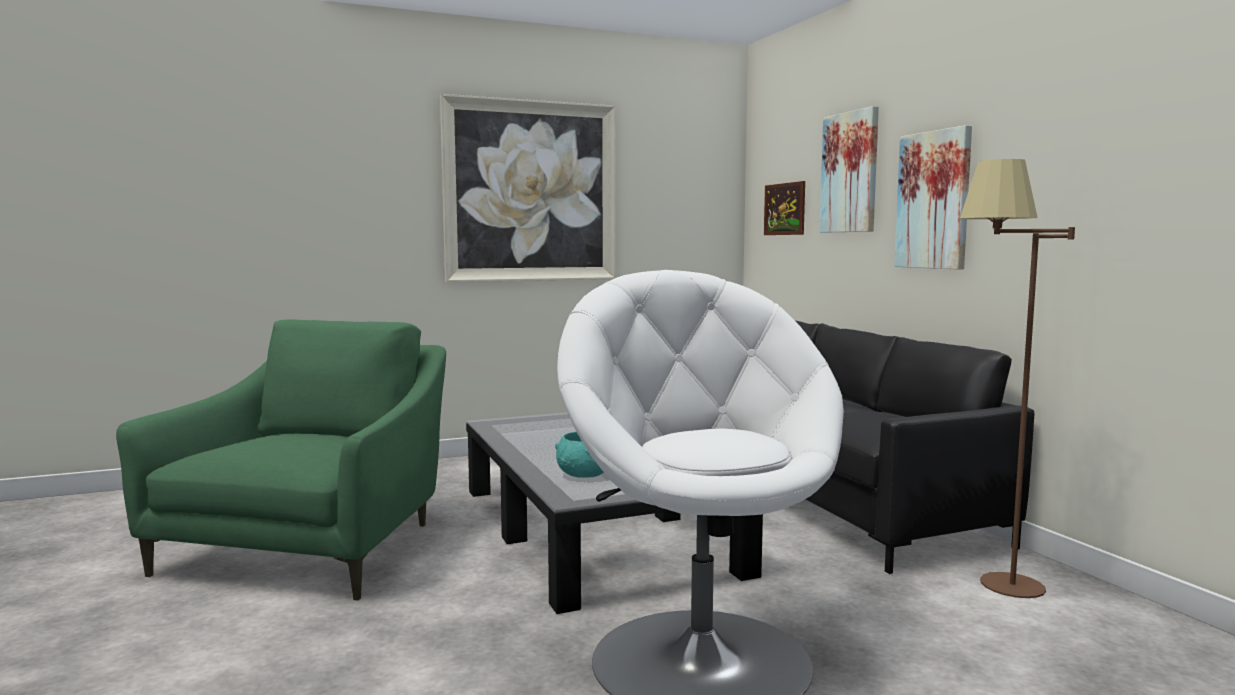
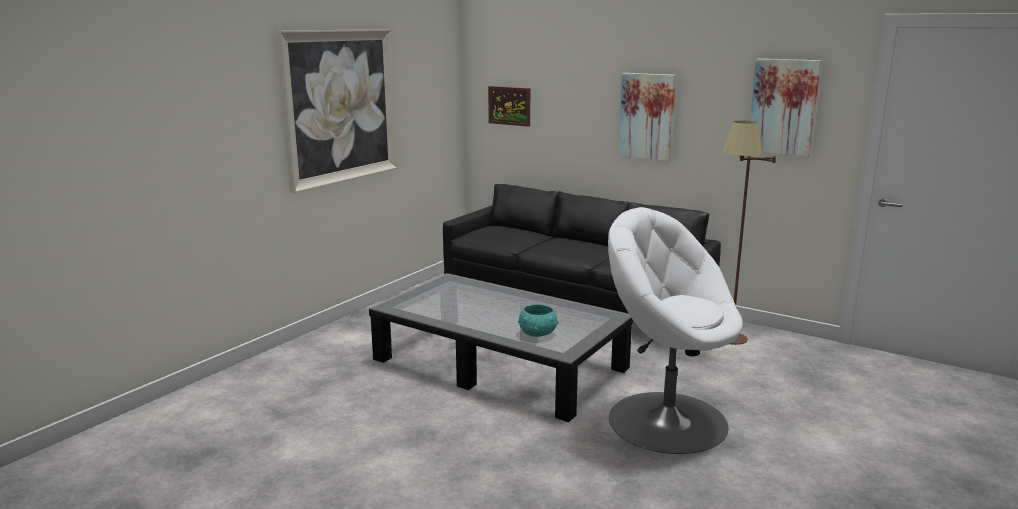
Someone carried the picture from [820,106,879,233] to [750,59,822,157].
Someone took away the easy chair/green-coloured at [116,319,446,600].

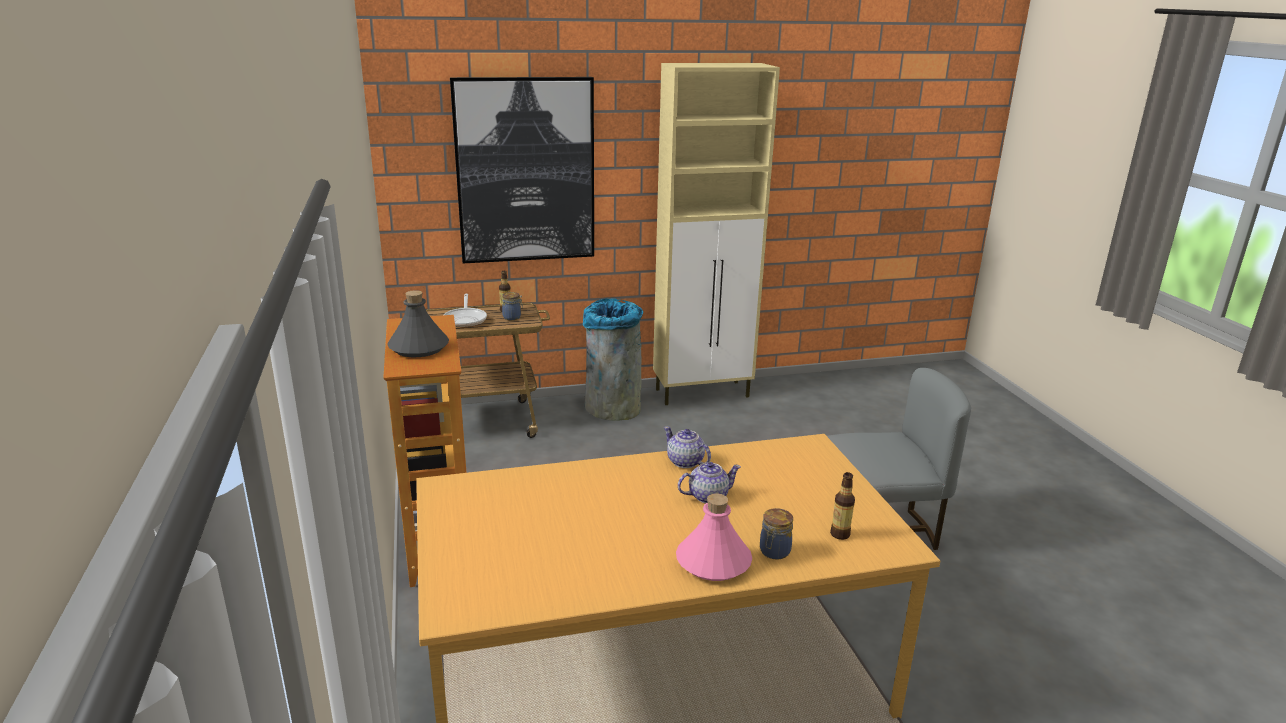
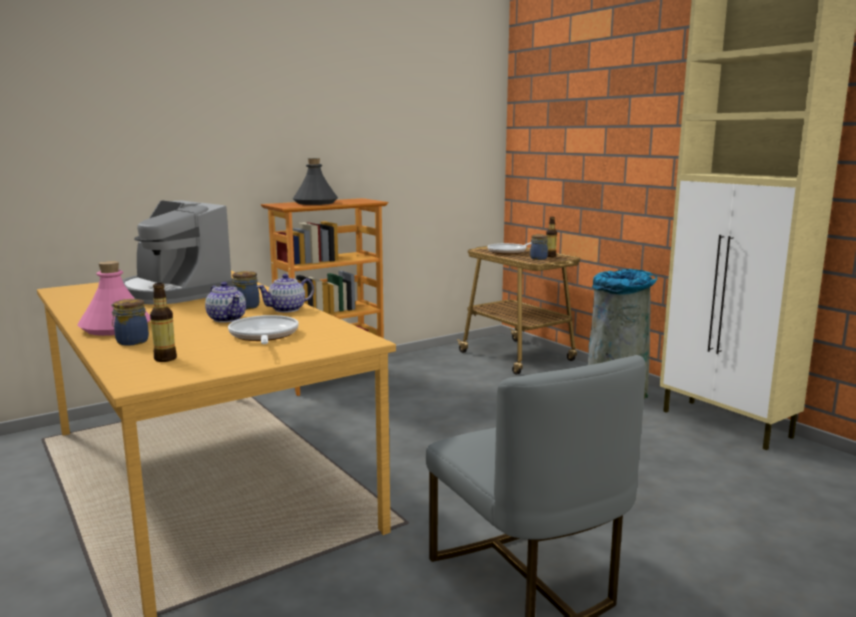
Someone took away the picture at [450,77,594,263].
Someone rotated the teapot at [663,426,711,468] by 150 degrees counterclockwise.
Someone put down the coffee maker at [122,200,234,305].
Someone put down the storage jar at [232,271,260,309].
Someone put down the skillet at [228,315,299,344].

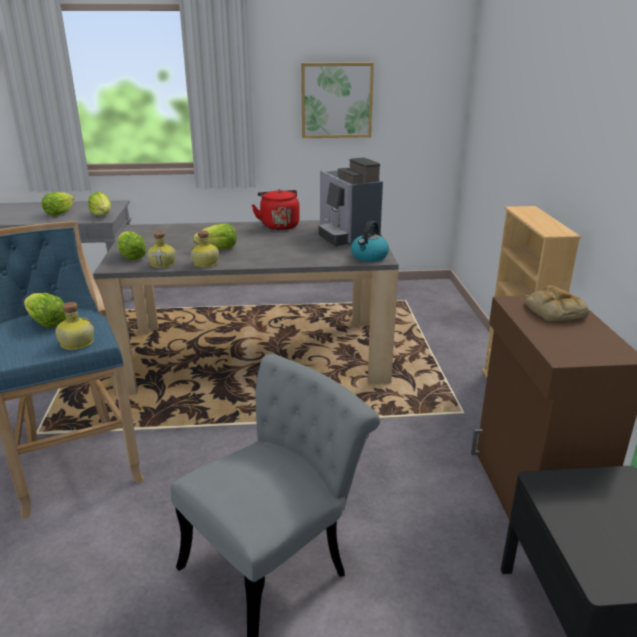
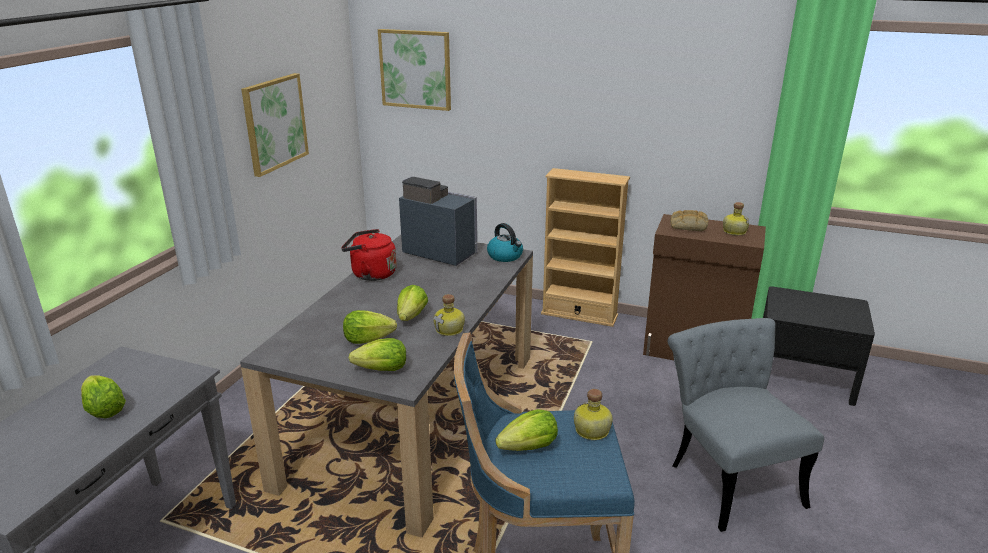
Someone rotated the coffee maker at [319,157,383,246] by 150 degrees counterclockwise.
Someone carried the head of lettuce from [88,192,111,216] to [343,310,397,344].
Someone carried the beverage bottle from [147,231,176,268] to [723,202,749,236].
Someone put up the picture at [378,29,451,111].

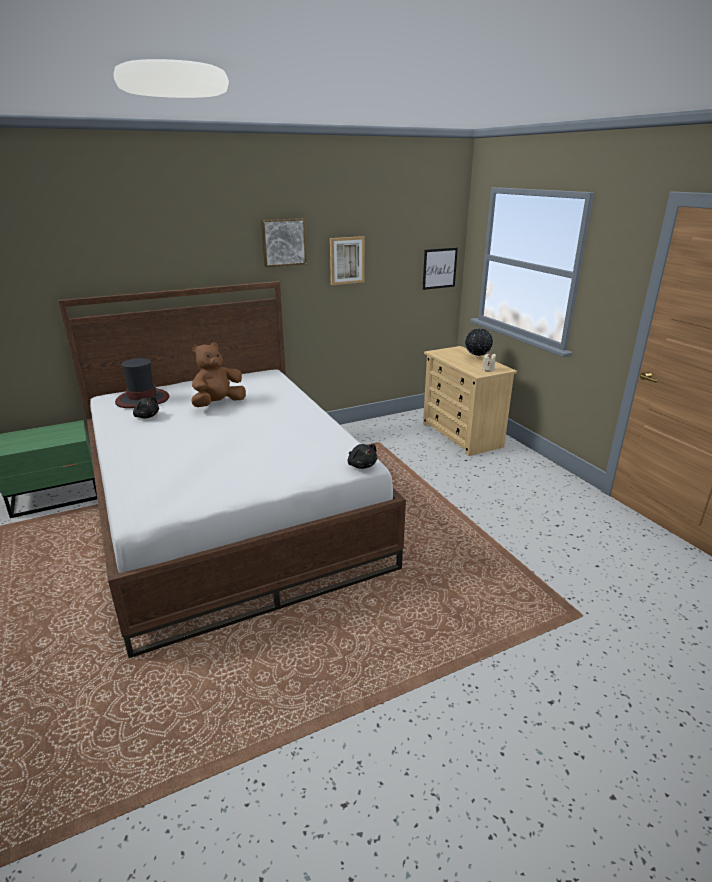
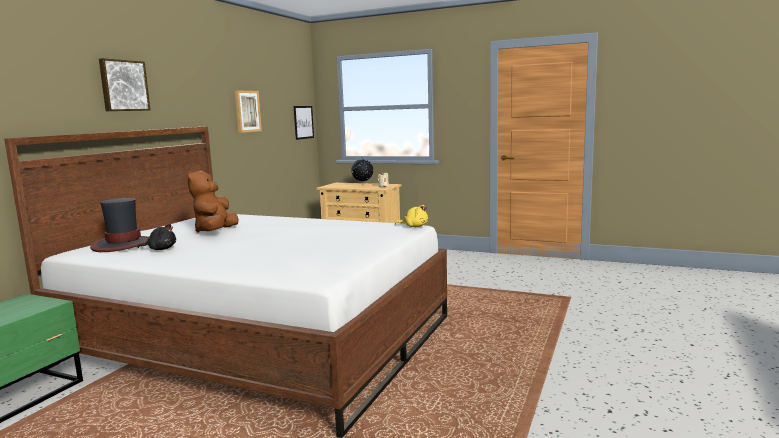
Someone carried the picture from [261,218,307,267] to [99,58,150,111].
Someone repainted the cuddly toy/black-coloured at [348,444,377,469], which became the cuddly toy/yellowish at [395,205,428,227].

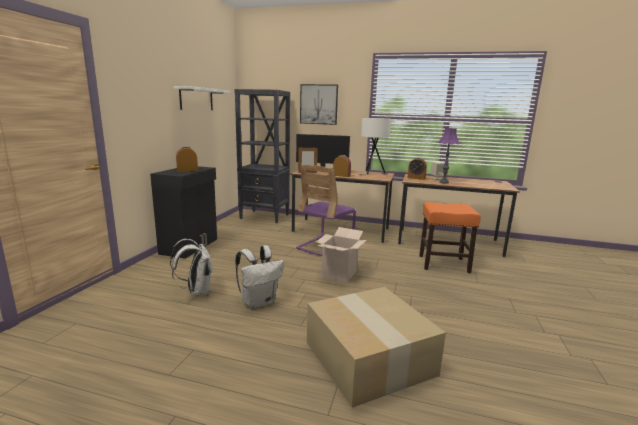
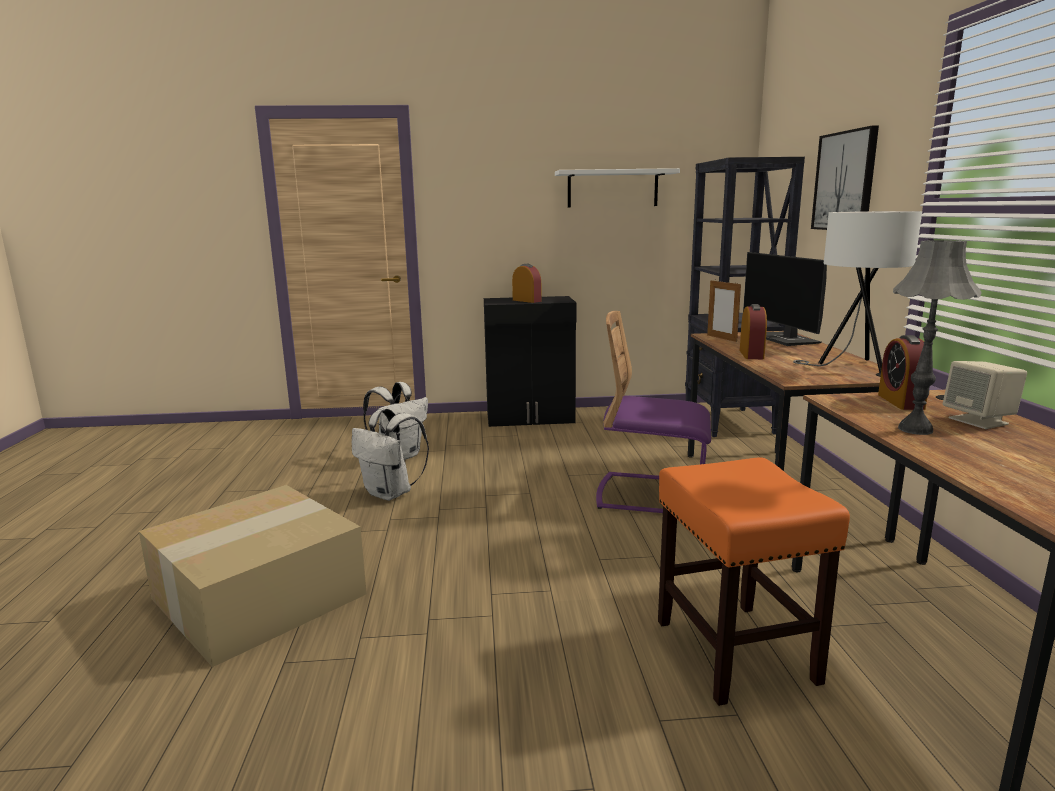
Someone repainted the table lamp/purplish at [438,128,460,184], which became the table lamp/gray at [893,240,982,435].
Someone took away the cardboard box at [316,227,366,282].

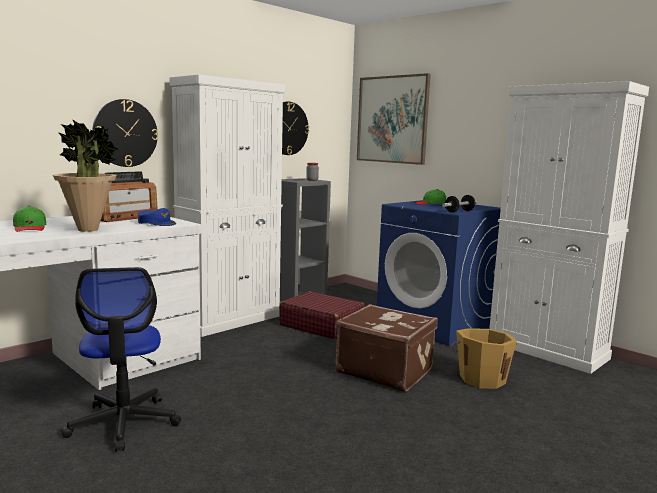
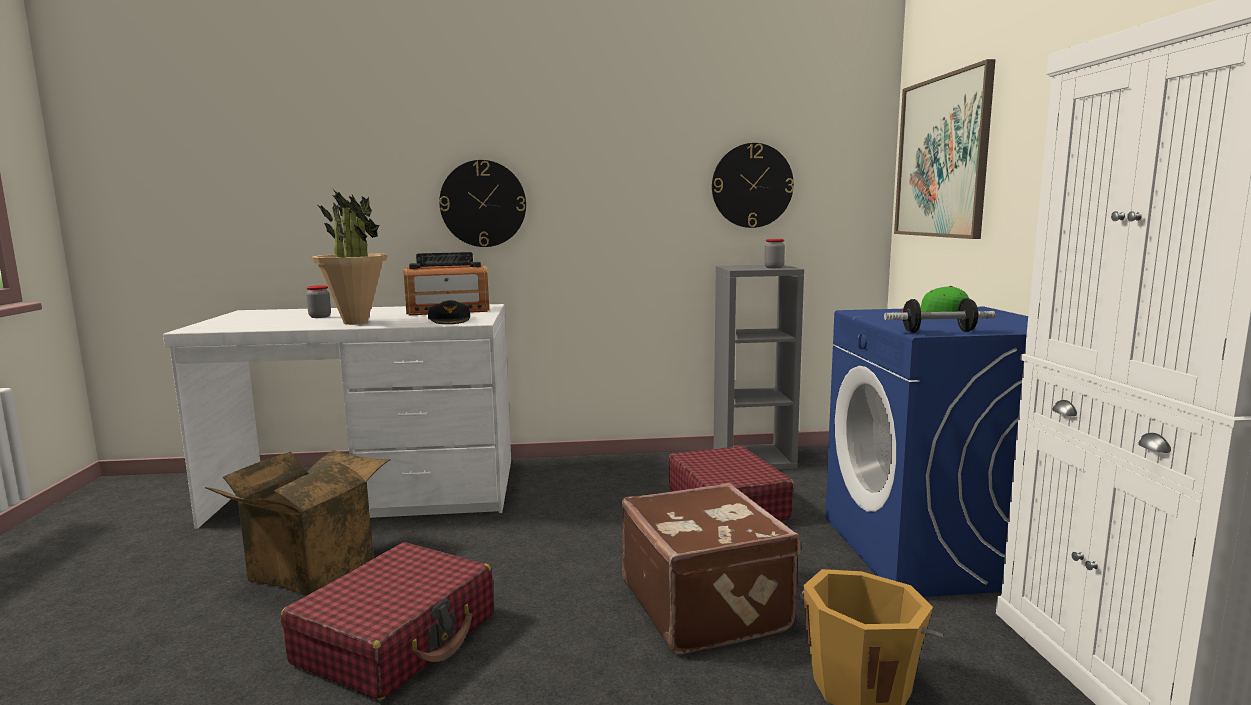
Someone took away the cabinet/whitish at [169,74,285,337].
Someone swapped the baseball cap/green-coloured at [13,206,46,232] for the storage jar at [306,285,331,318].
Someone repainted the baseball cap/blue at [138,208,176,226], which became the baseball cap/black-coloured at [428,300,470,324].
Someone swapped the office chair at [61,267,181,451] for the cardboard box at [205,450,391,596].
Someone put down the piece of luggage/red-coloured at [281,543,494,701].

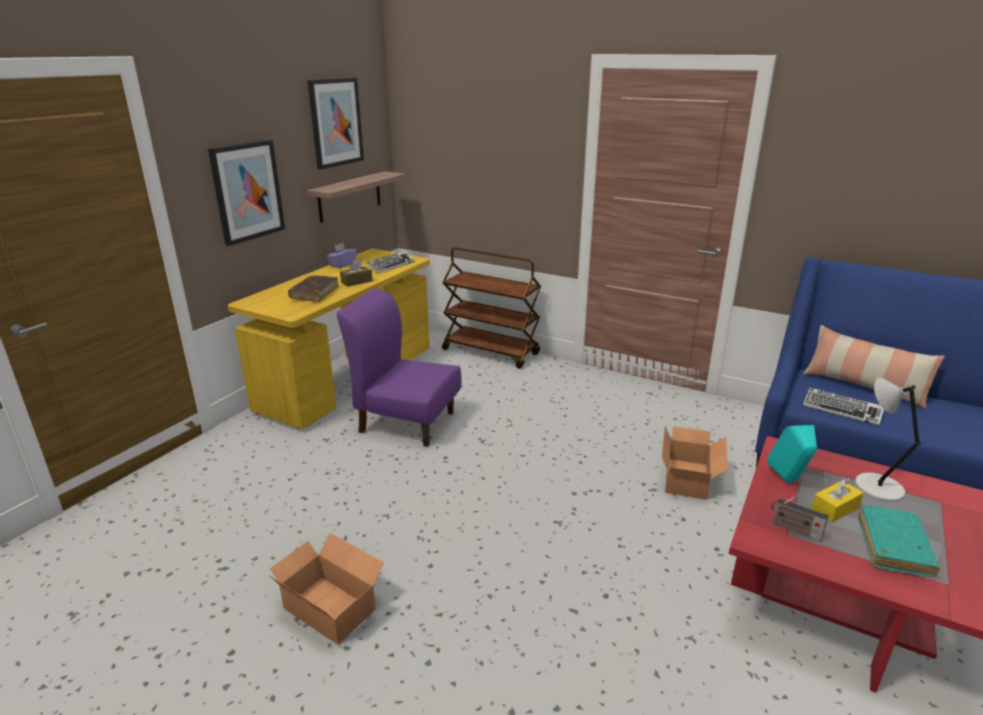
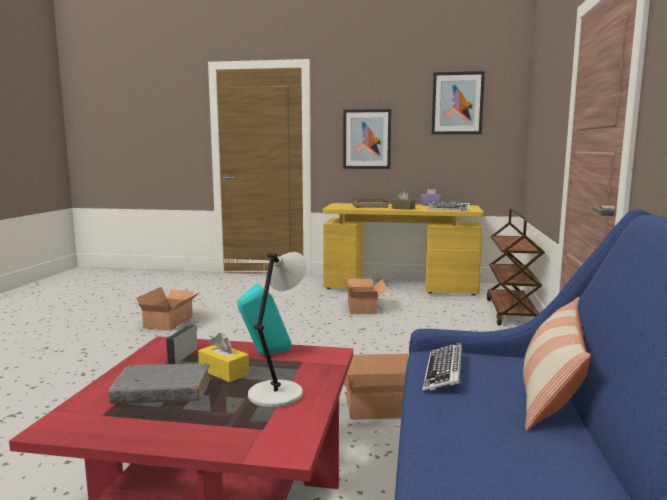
Someone took away the shelf at [307,171,406,223].
Someone swapped the plain chair/purplish at [337,288,462,447] for the cardboard box at [343,277,387,314].
Someone repainted the book/turquoise at [858,505,940,577], which became the book/gray at [108,363,210,404].

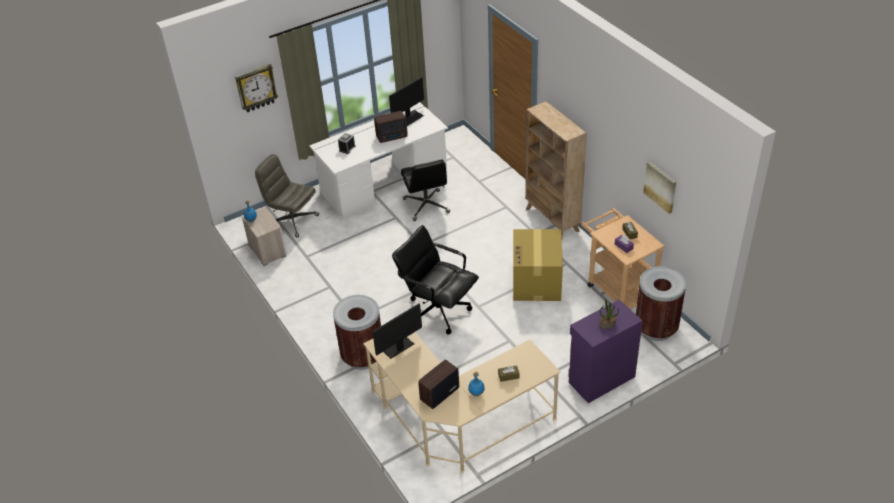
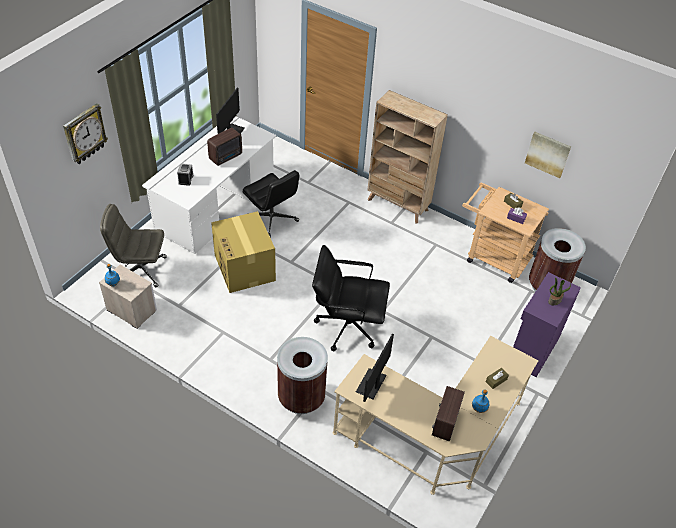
Someone carried the cardboard box from [513,229,563,301] to [211,211,276,293].

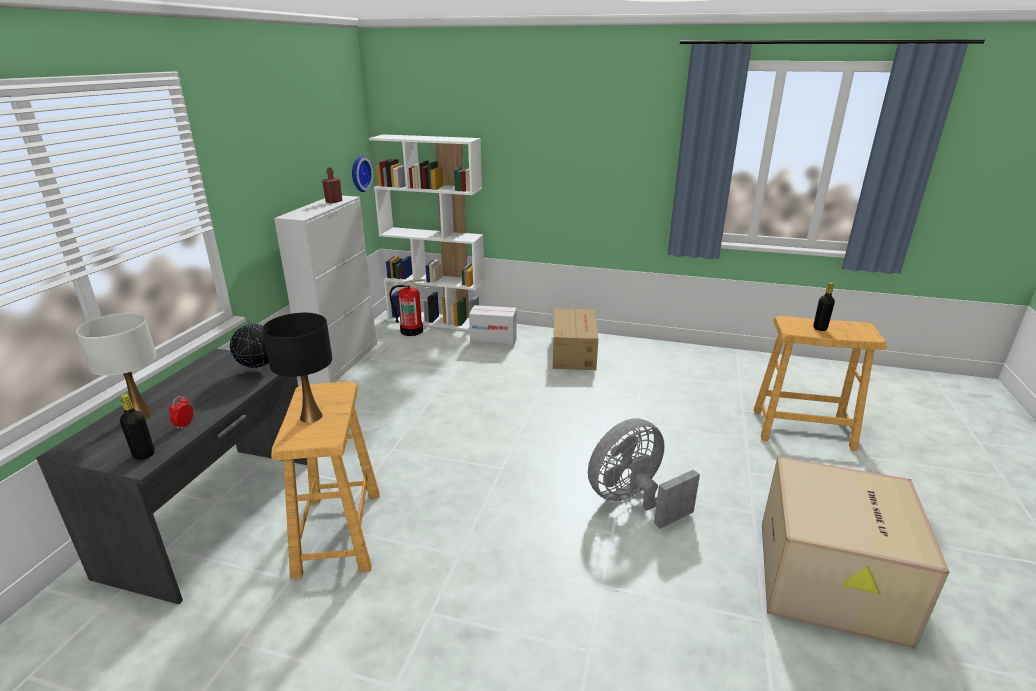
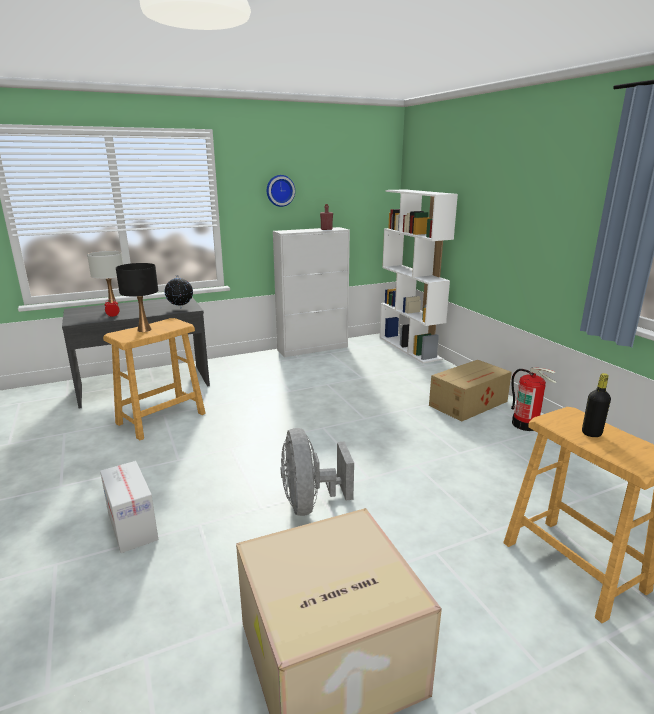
Someone carried the hanging clock from [352,156,373,192] to [267,175,295,207].
Someone carried the fire extinguisher from [389,279,429,336] to [511,367,556,431].
Someone carried the cardboard box from [469,305,517,348] to [100,461,158,553].
Someone took away the beverage bottle/black-coloured at [120,394,155,460].
Someone rotated the fan/gray at [588,418,700,529] by 120 degrees counterclockwise.

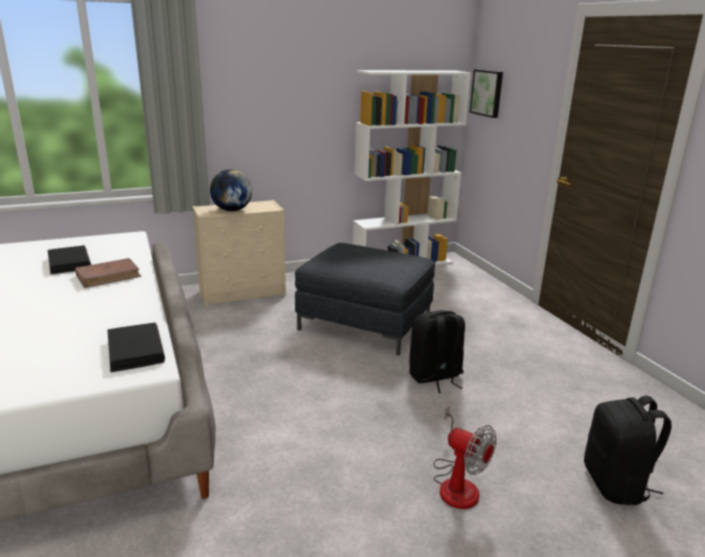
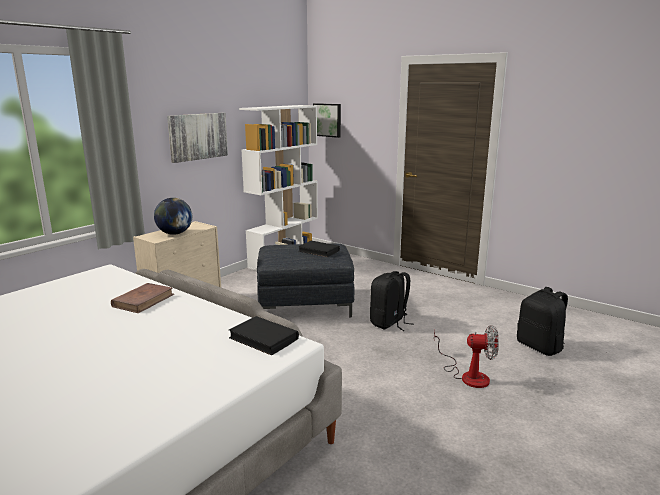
Someone carried the book/black-coloured from [48,245,91,274] to [298,241,340,257].
Someone put up the picture at [167,113,228,163].

